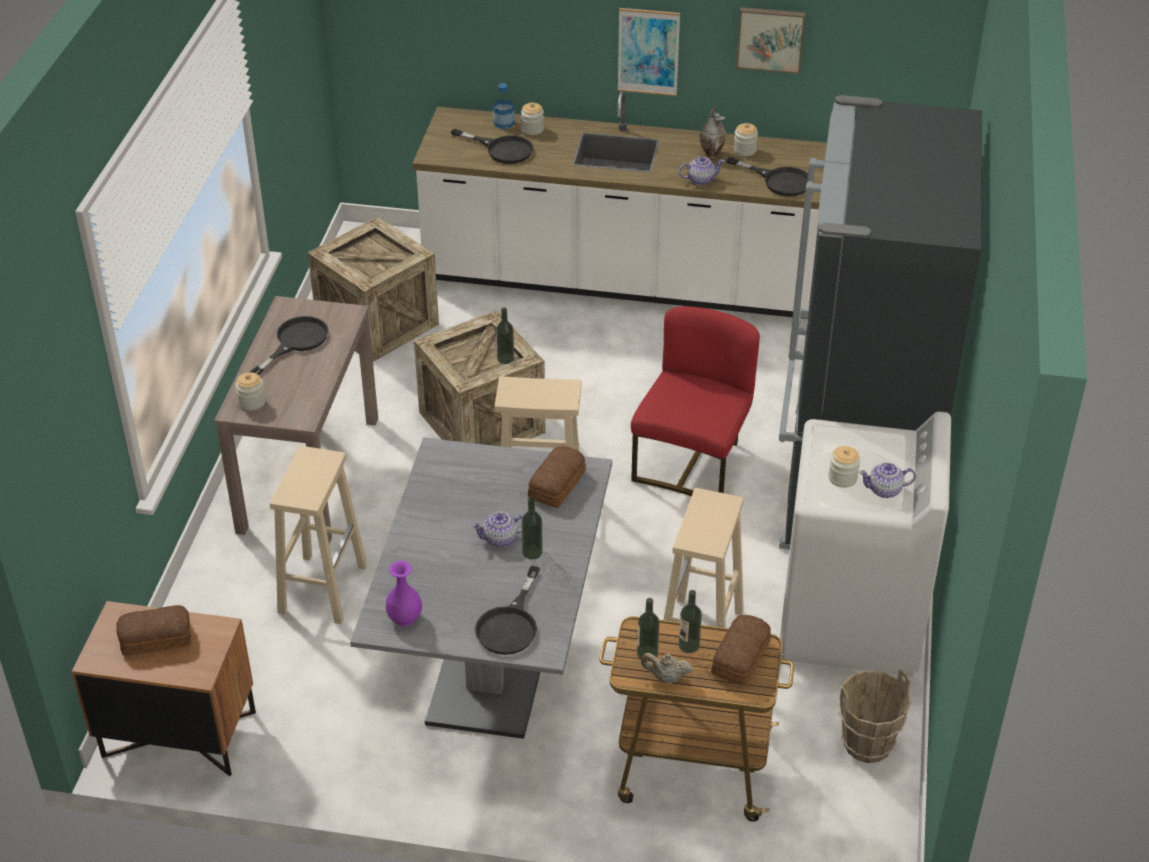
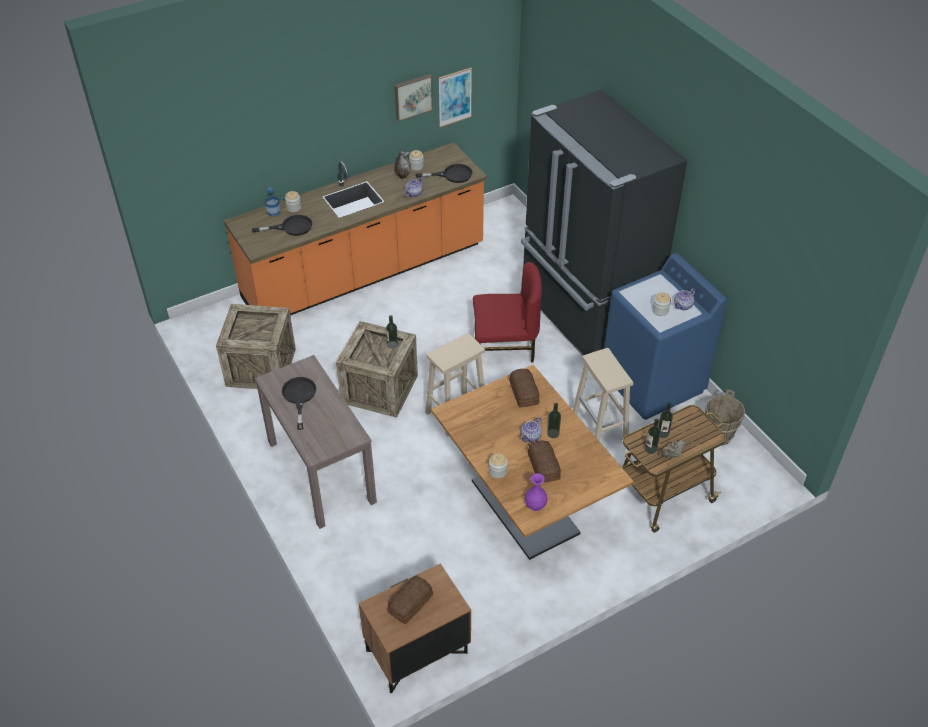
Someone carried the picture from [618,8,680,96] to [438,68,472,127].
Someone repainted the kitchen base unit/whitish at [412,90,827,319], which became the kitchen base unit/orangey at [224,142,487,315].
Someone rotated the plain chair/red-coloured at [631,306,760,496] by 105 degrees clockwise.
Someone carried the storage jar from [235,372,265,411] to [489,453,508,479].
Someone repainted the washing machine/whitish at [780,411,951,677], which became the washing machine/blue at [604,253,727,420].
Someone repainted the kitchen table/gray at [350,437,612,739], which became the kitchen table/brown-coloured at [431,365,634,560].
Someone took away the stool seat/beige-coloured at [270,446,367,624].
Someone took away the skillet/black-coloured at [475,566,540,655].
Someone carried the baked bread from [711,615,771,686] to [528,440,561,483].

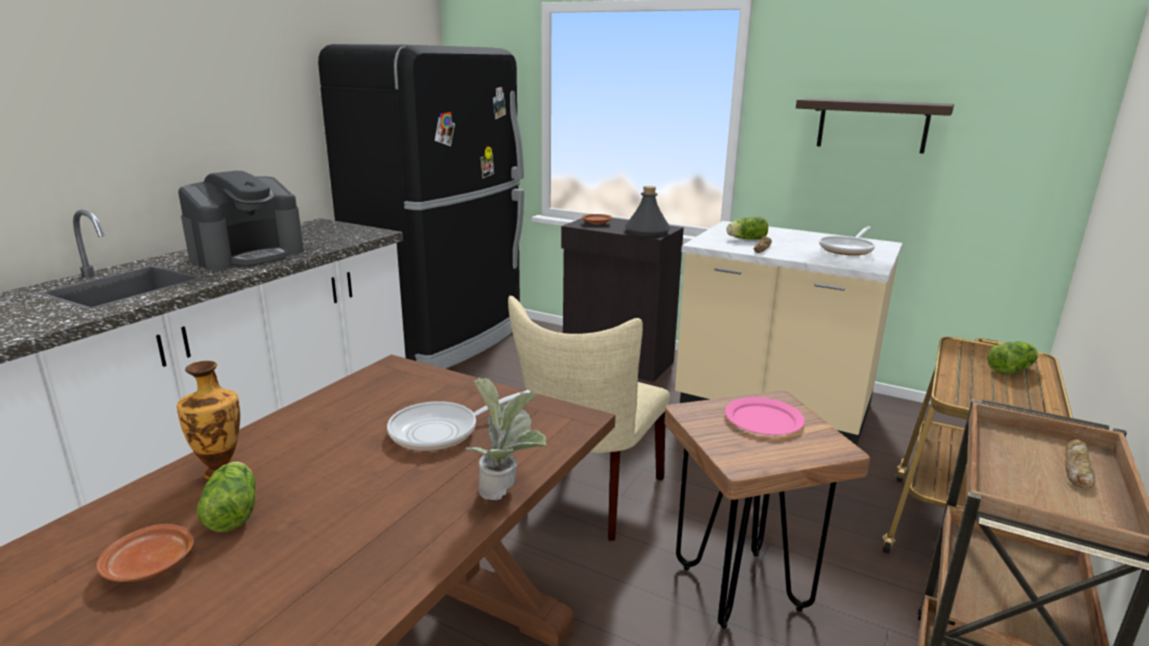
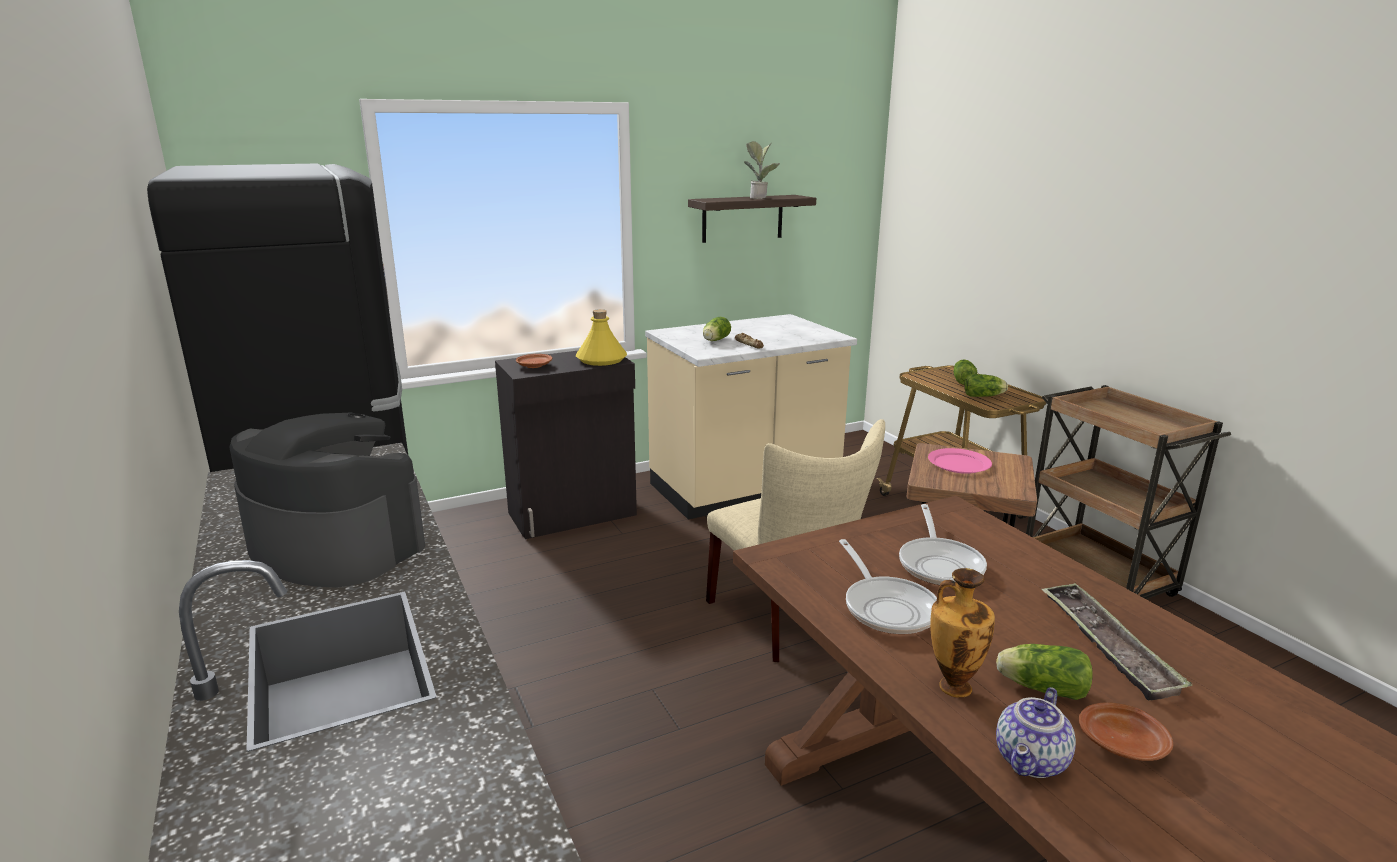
Someone rotated the coffee maker at [178,171,304,270] by 45 degrees counterclockwise.
Someone repainted the beverage bottle/gray at [624,186,671,236], which became the beverage bottle/yellowish at [576,309,627,366].
Someone carried the skillet from [819,226,875,255] to [839,539,937,634].
Someone carried the plant in a pot from [465,377,546,500] to [744,141,780,199].
Someone took away the baked bread at [1065,439,1096,488].
Someone put down the head of lettuce at [964,374,1008,397].
Someone put down the carrying tray at [1041,583,1192,701].
Someone put down the teapot at [996,687,1076,778].

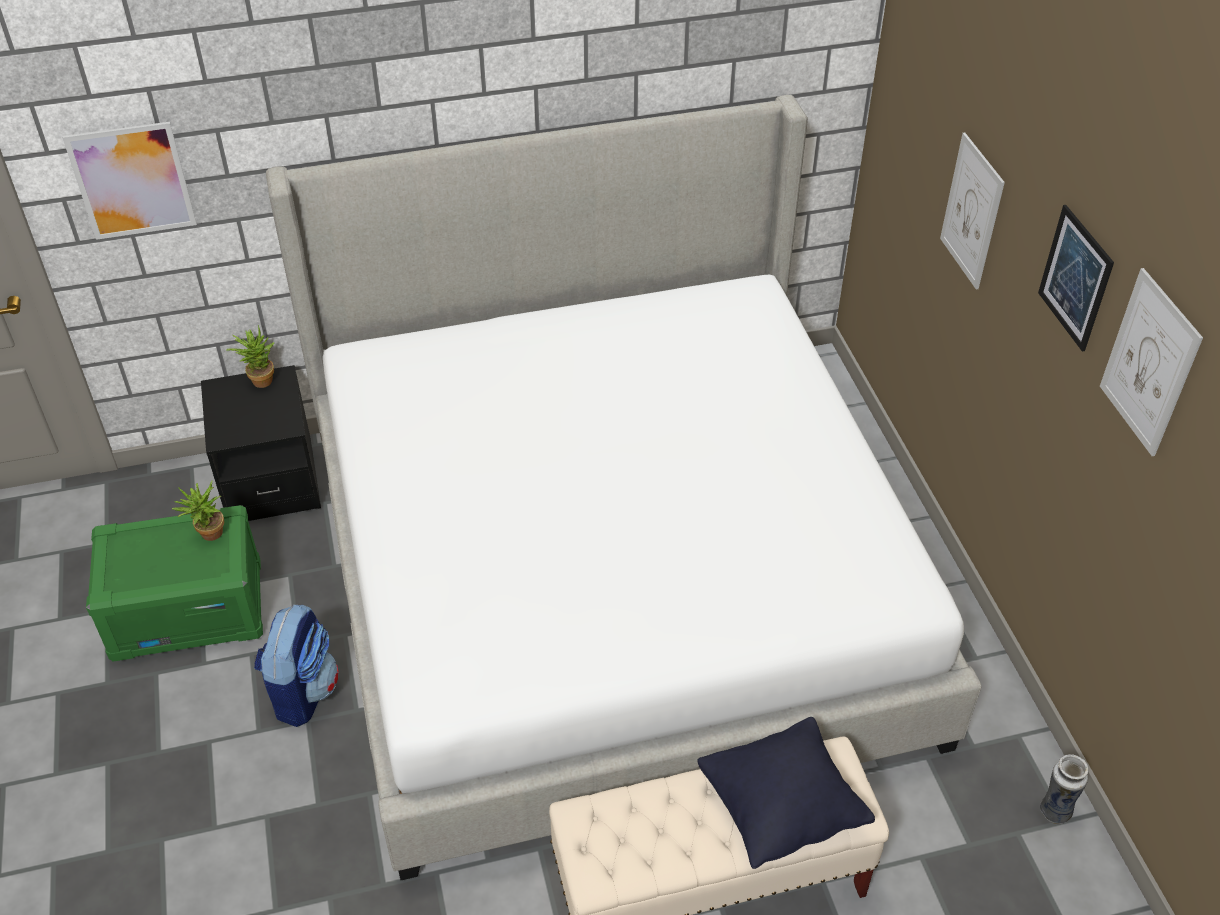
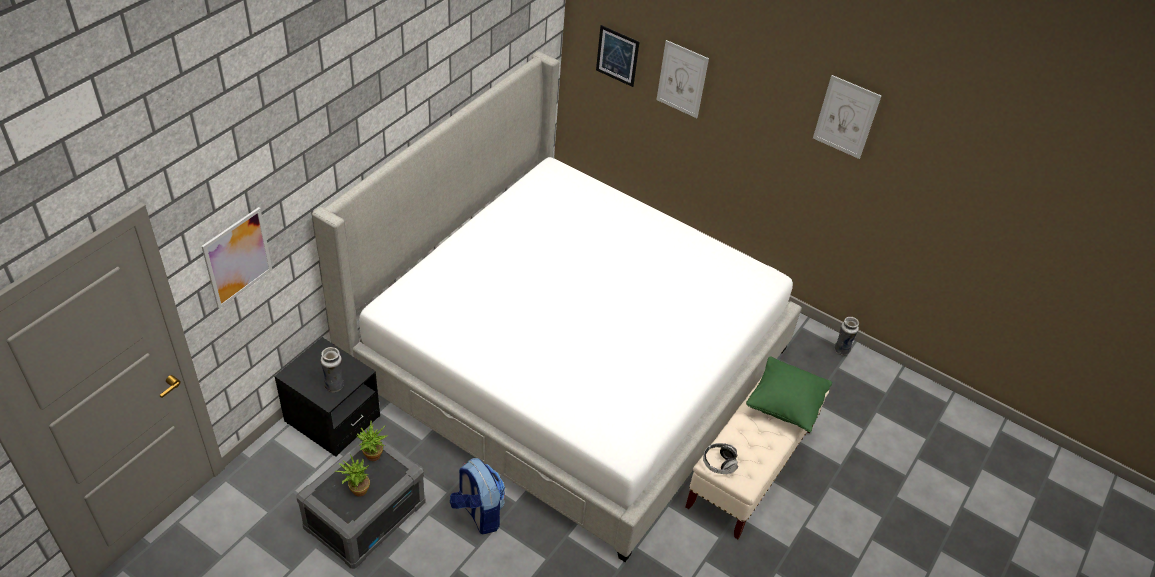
Someone carried the picture from [1038,205,1114,352] to [596,25,639,87].
Someone carried the plant in a pot from [227,325,275,388] to [335,454,370,497].
Someone repainted the storage bin/green-coloured at [86,505,263,662], which became the storage bin/gray at [296,434,425,569].
Someone repainted the pillow/black-coloured at [697,717,875,869], which became the pillow/green-coloured at [746,356,832,432].
Someone put down the vase at [321,347,344,392].
Someone put down the headphones at [703,443,738,474].

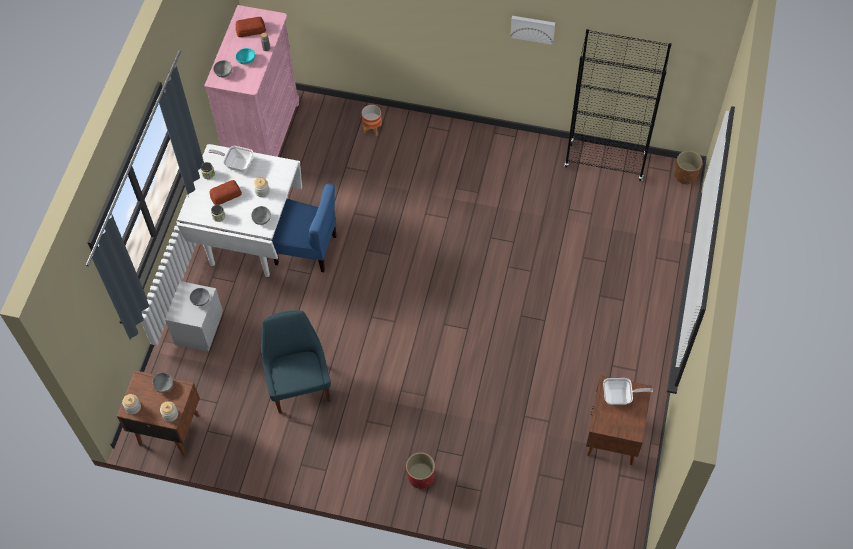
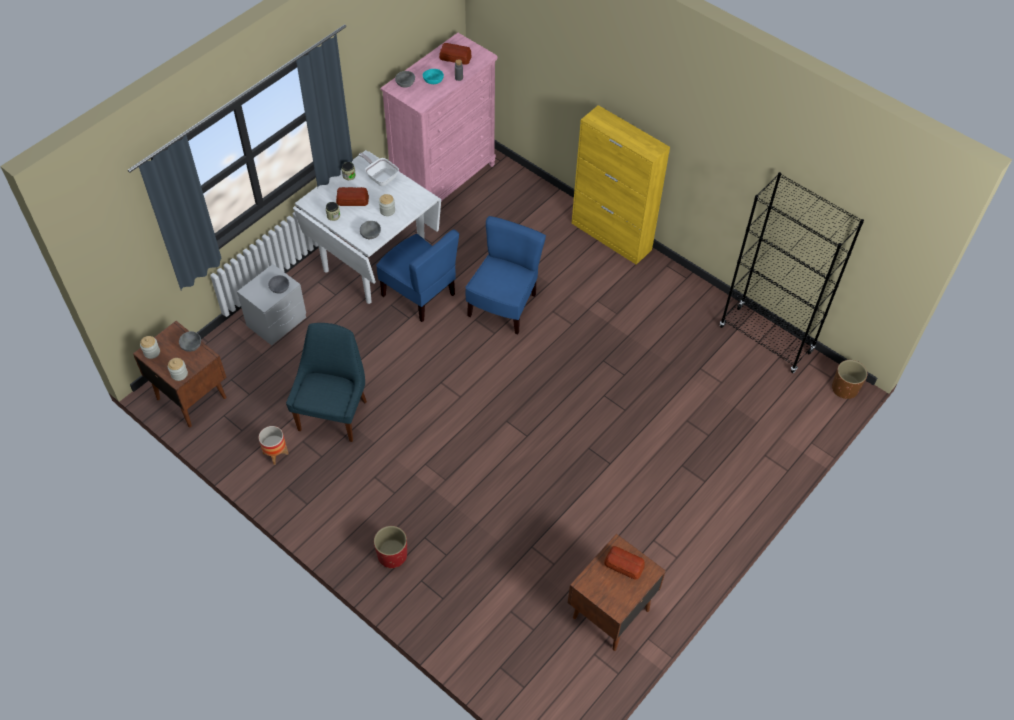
Someone took away the picture at [510,16,555,45].
Someone carried the planter from [362,105,382,136] to [259,426,288,465].
Someone swapped the skillet at [603,378,653,405] for the baked bread at [604,546,645,580].
Someone put down the cabinet/yellowish at [571,105,670,265].
Someone put down the plain chair/blue at [465,216,546,334].

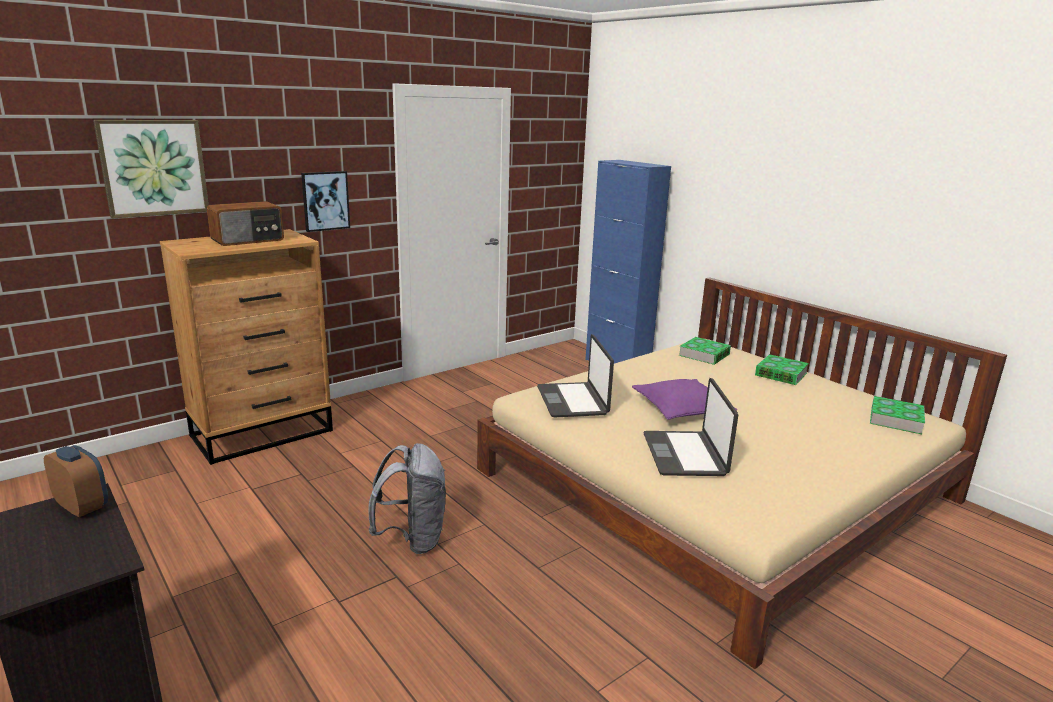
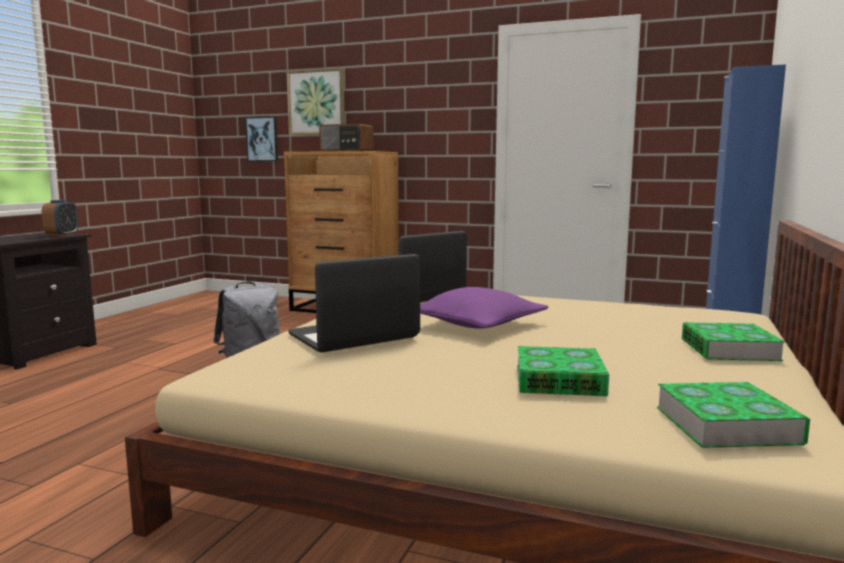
Someone carried the picture from [301,171,350,232] to [245,116,278,161].
Someone carried the book from [679,337,731,365] to [517,346,609,396].

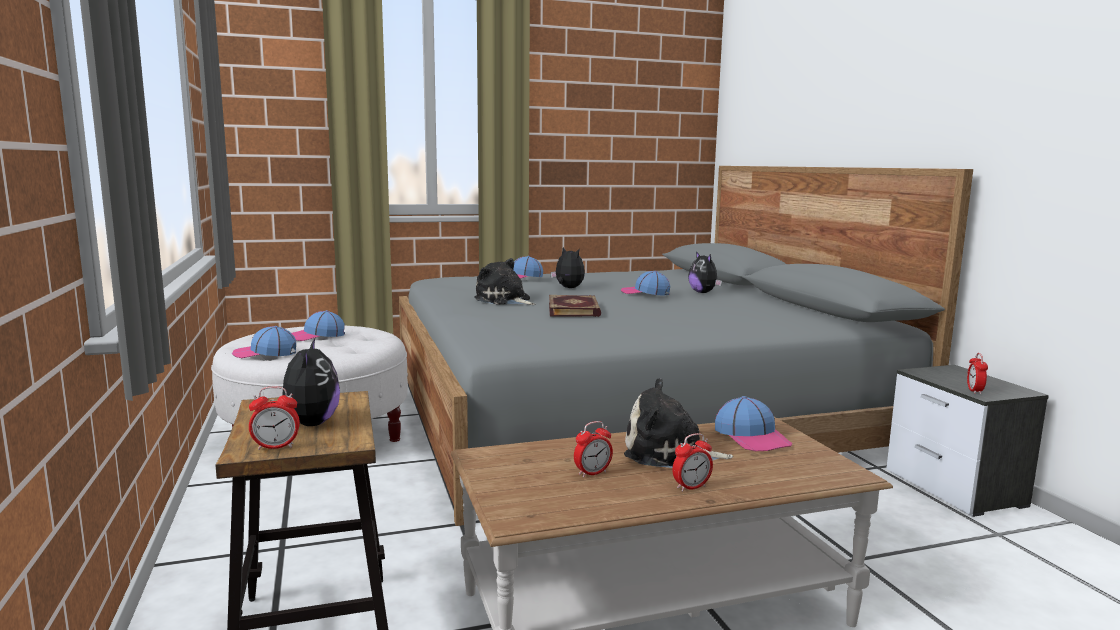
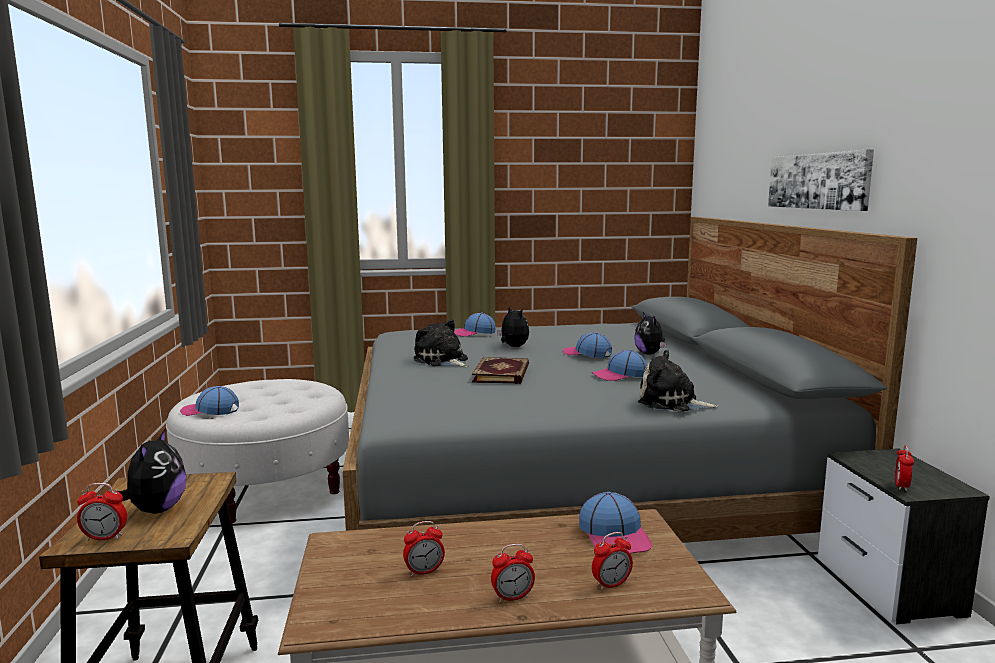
Someone carried the baseball cap from [292,310,345,341] to [592,350,647,381].
Someone carried the cuddly toy from [624,378,733,468] to [638,350,719,412].
Someone put up the picture at [768,150,874,211].
Someone put down the table clock at [592,532,633,590].

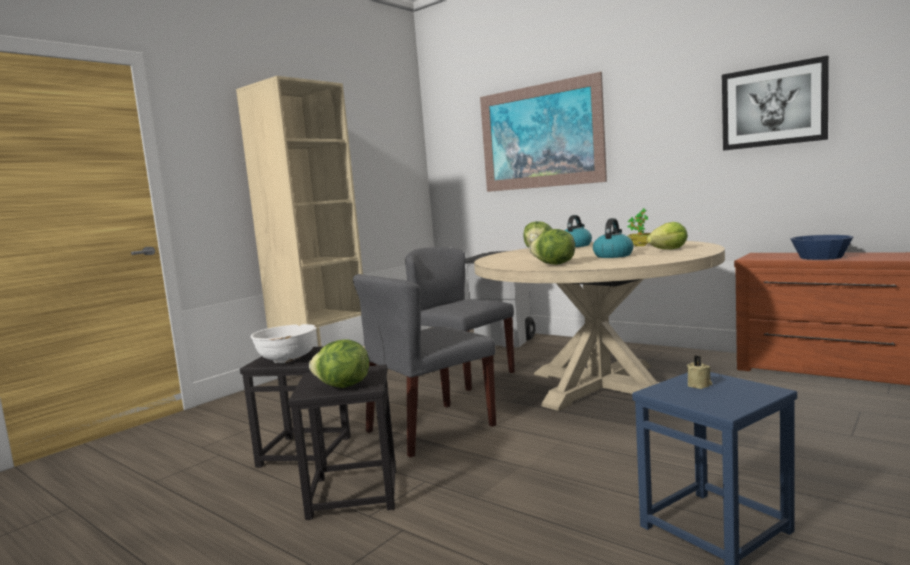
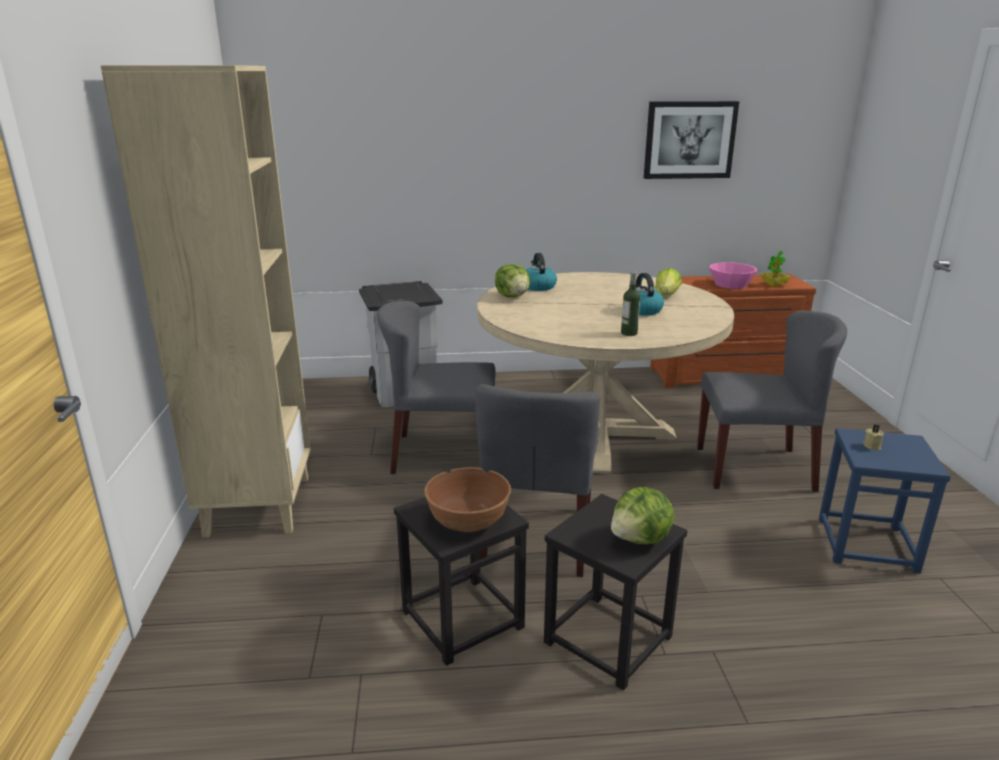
Someone took away the picture at [480,72,607,192].
Someone carried the plant in a pot from [628,208,651,246] to [761,251,790,287].
Someone swapped the head of lettuce at [529,229,575,265] for the beverage bottle at [621,272,640,336].
Someone repainted the serving bowl/blue at [791,235,854,260], which became the serving bowl/pinkish at [709,262,757,289].
Someone repainted the serving bowl/whitish at [251,324,317,363], which became the serving bowl/brown-coloured at [424,467,511,532].
Someone put down the plain chair/gray at [697,310,847,492].

